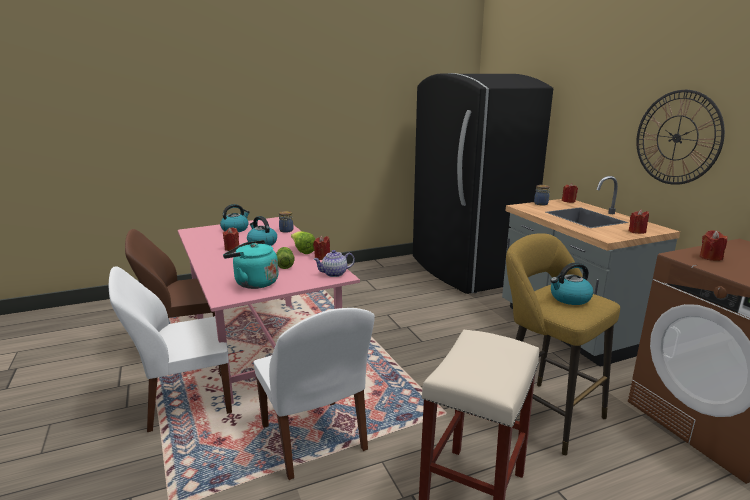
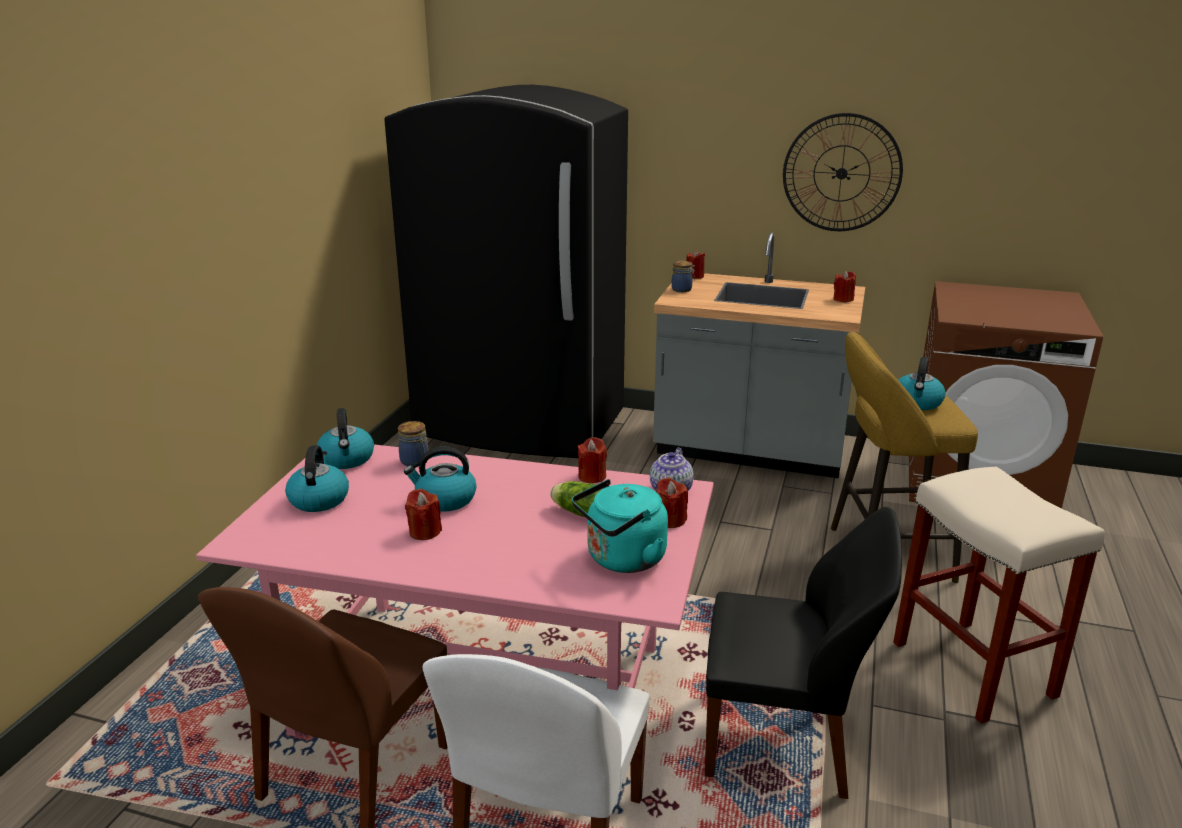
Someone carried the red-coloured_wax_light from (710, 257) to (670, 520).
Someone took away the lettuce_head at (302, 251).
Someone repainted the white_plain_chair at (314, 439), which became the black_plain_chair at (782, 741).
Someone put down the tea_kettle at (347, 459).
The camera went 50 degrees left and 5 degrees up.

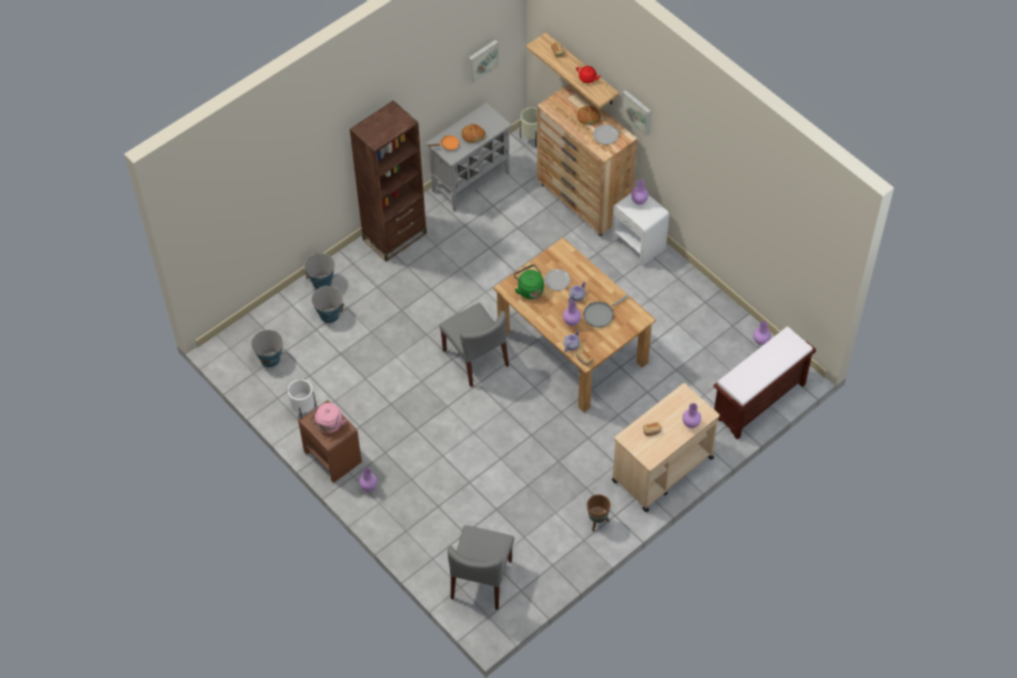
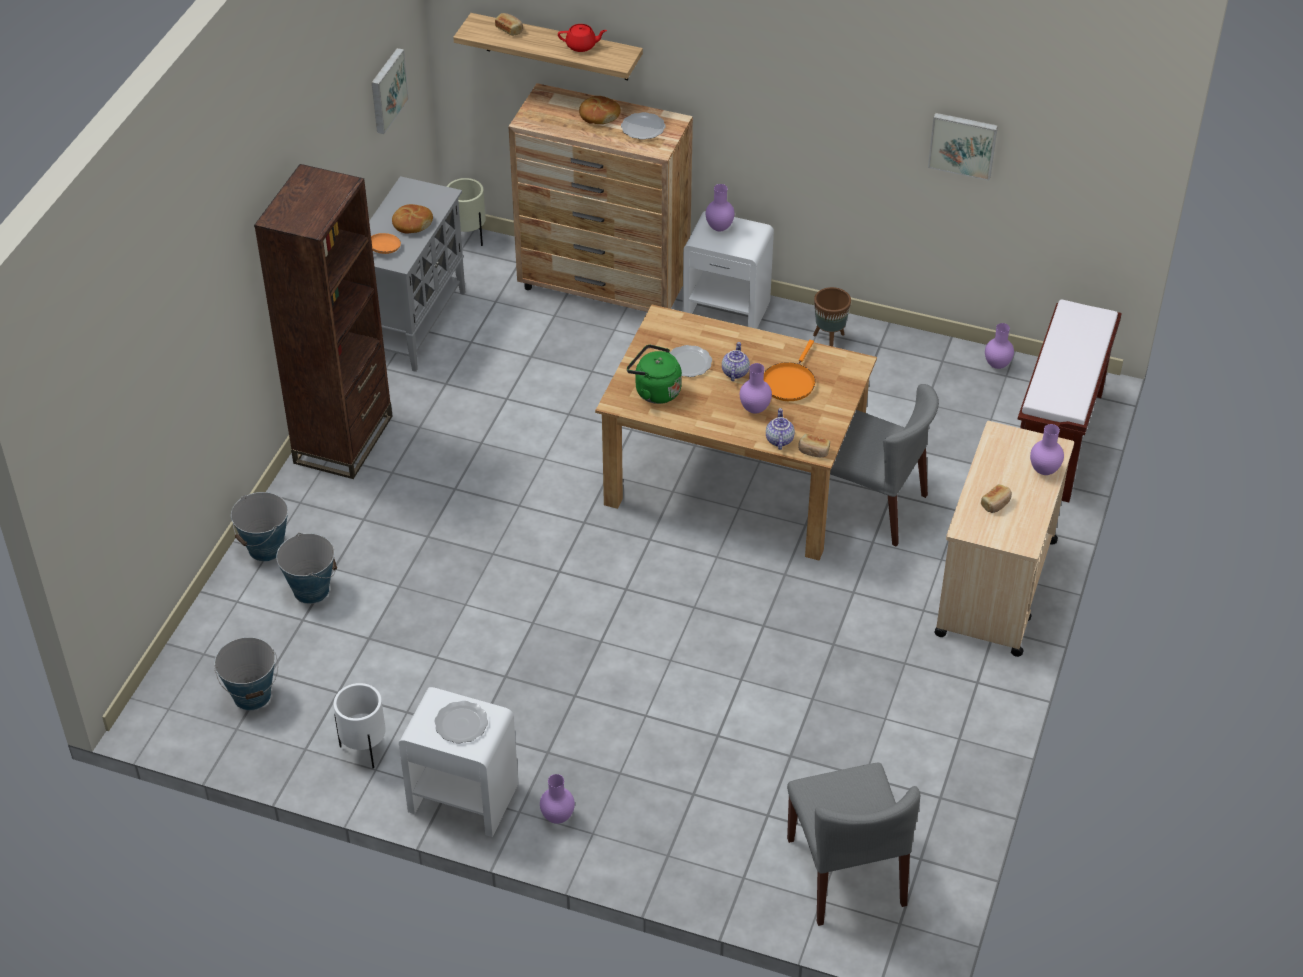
Someone carried the wall_picture from (637, 112) to (963, 144).
Someone repainted the grey_skillet at (600, 314), which became the orange_skillet at (789, 382).
Someone carried the grey_plain_chair from (476, 358) to (870, 505).
Someone repainted the brown_night_table at (332, 456), which became the white_night_table at (462, 797).
Someone swapped the pink-coloured_tea_kettle at (329, 425) for the dinner_plate at (460, 724).
Someone carried the brown_planter from (597, 522) to (829, 340).
The camera went 30 degrees left and 10 degrees down.

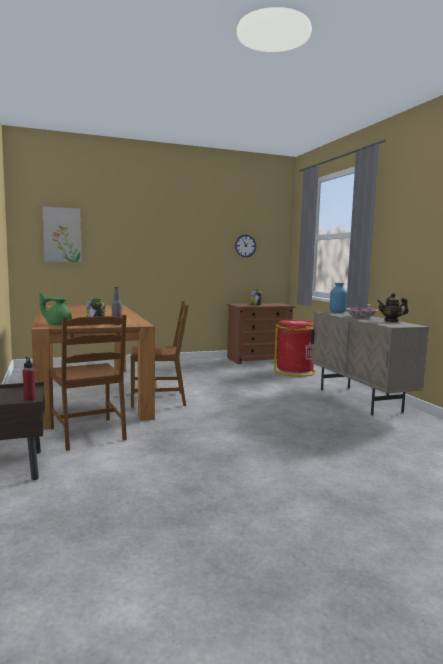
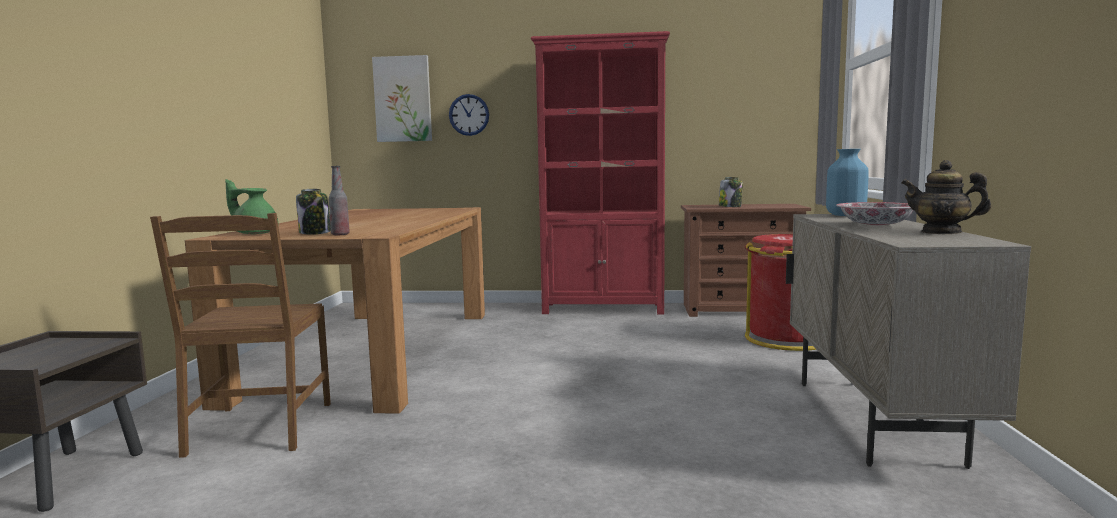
Someone carried the hanging_clock from (245, 245) to (469, 115).
Someone took away the brown_plain_chair at (158, 399).
Someone took away the red-coloured_drink_bottle at (29, 399).
Someone put down the red-coloured_bookshelf at (604, 309).
The camera went 25 degrees right and 0 degrees up.

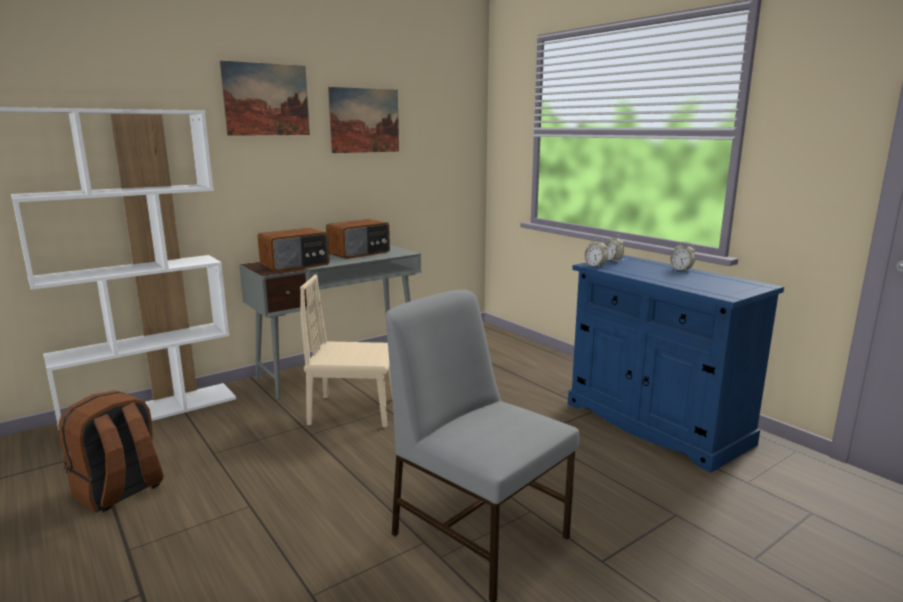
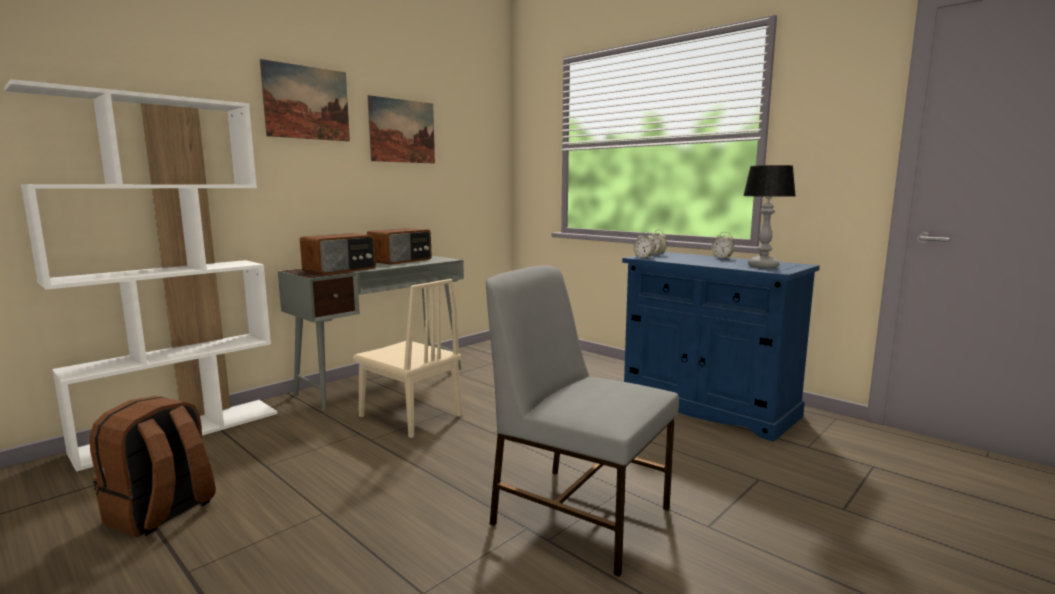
Someone rotated the beige_plain_chair at (354, 411) by 135 degrees counterclockwise.
Someone put down the lamp_for_a_table at (763, 266).
The camera went 10 degrees left and 5 degrees down.

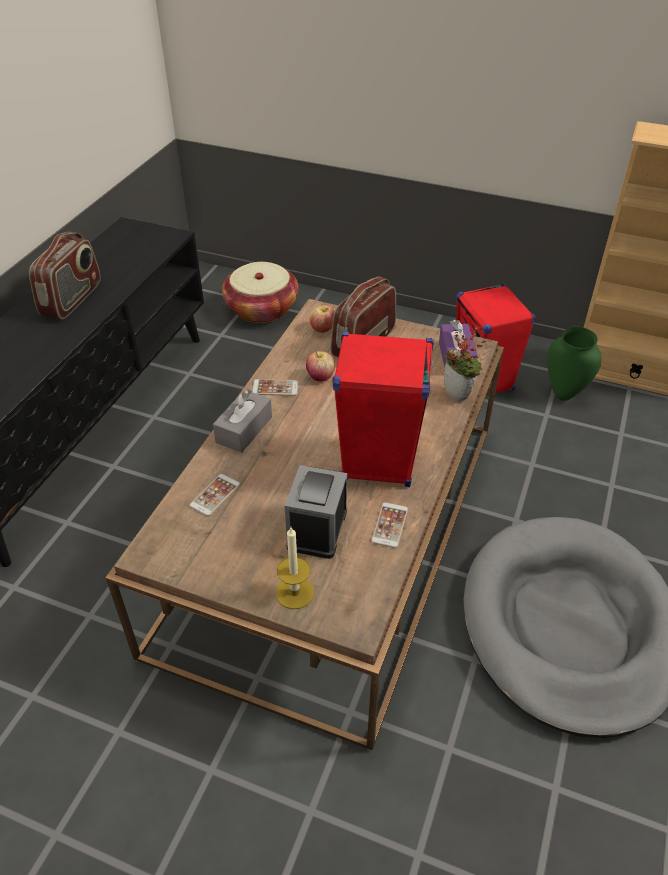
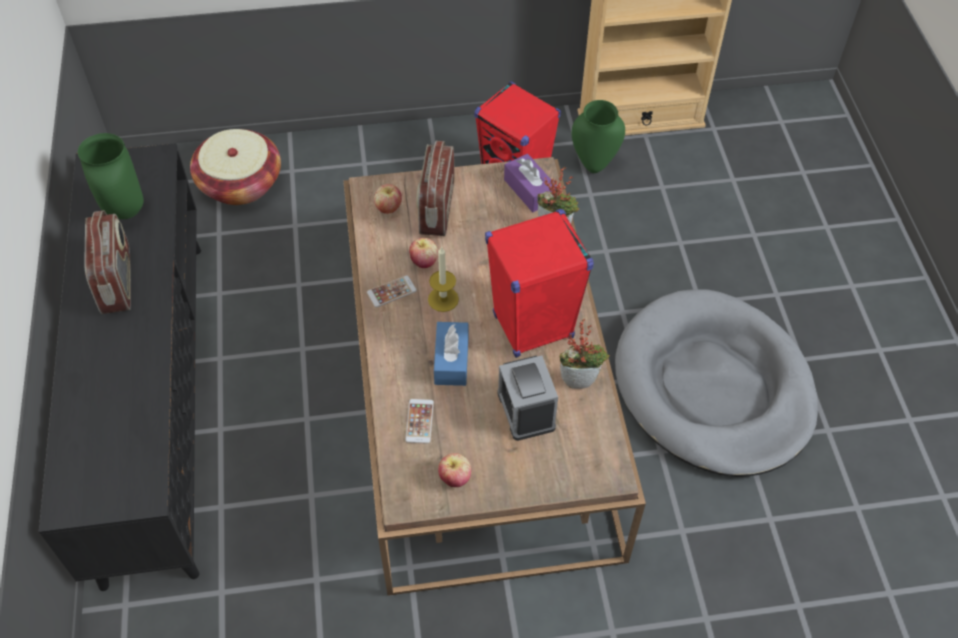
Someone took away the grey_tissue_holder at (244, 430).
Someone swapped the telephone at (389, 525) for the plant_in_a_pot at (580, 379).
Someone carried the wax_light from (294, 592) to (443, 299).
Someone put down the green-coloured_decorative_vase at (124, 212).
Someone put down the bluish_tissue_holder at (451, 360).
Someone put down the apple_fruit at (455, 478).
The camera went 30 degrees left and 10 degrees up.

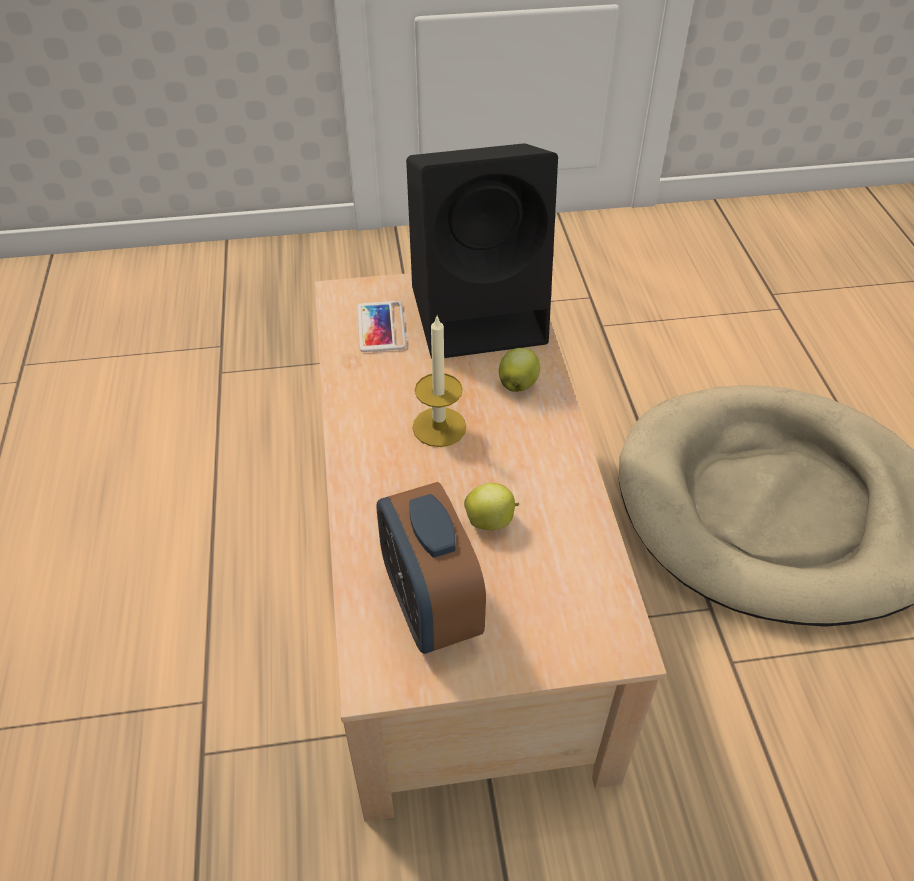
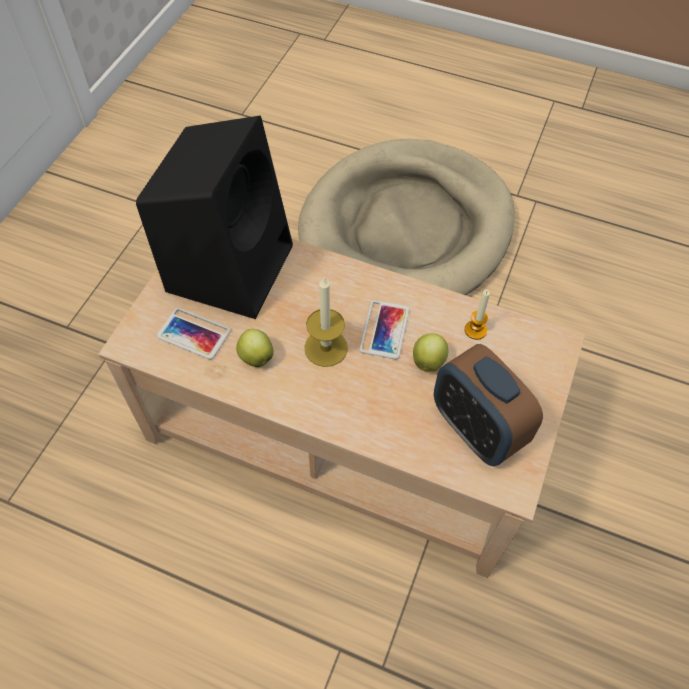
Someone carried the apple_fruit from (518, 384) to (256, 356).
Someone rotated the table_clock at (430, 606) by 45 degrees clockwise.
Someone put down the wax_light at (475, 330).
Someone put down the telephone at (384, 330).
The camera went 60 degrees left and 10 degrees up.

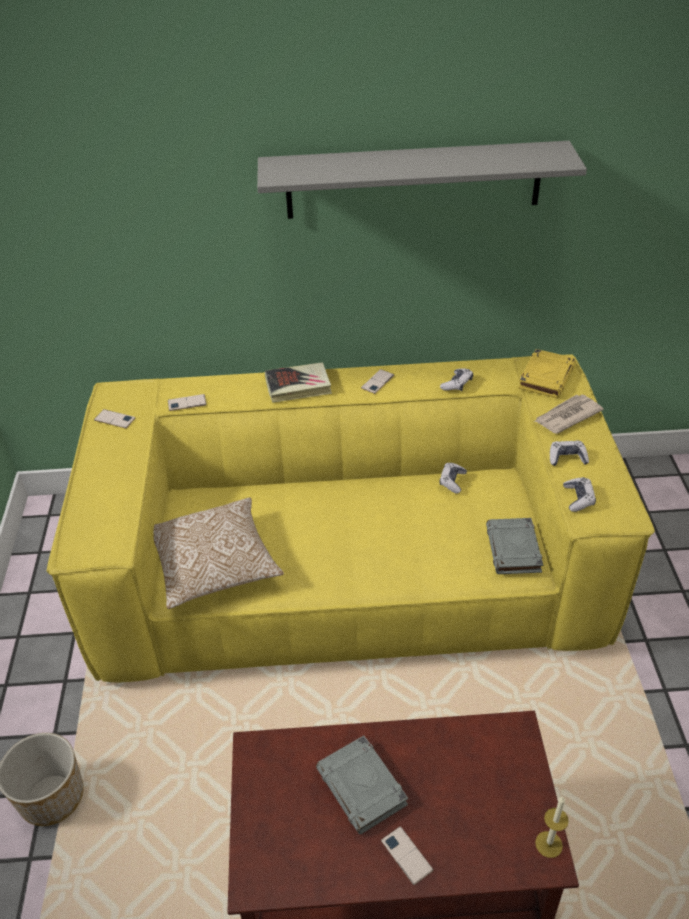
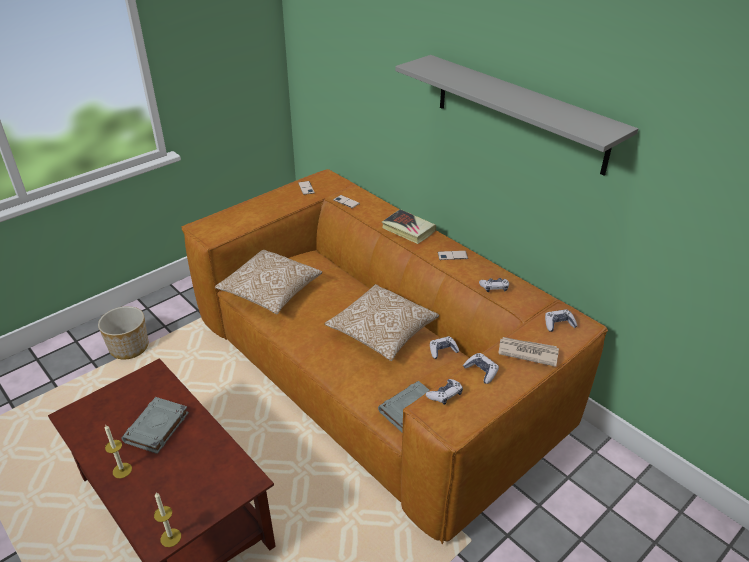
Someone swapped the yellow_book at (546, 377) for the joypad at (558, 324).
Someone repainted the yellow_settee at (349, 569), which became the brown_settee at (374, 371).
Someone swapped the telephone at (406, 855) for the wax_light at (122, 470).
Someone put down the throw_pillow at (382, 332).
The camera went 50 degrees right and 5 degrees down.

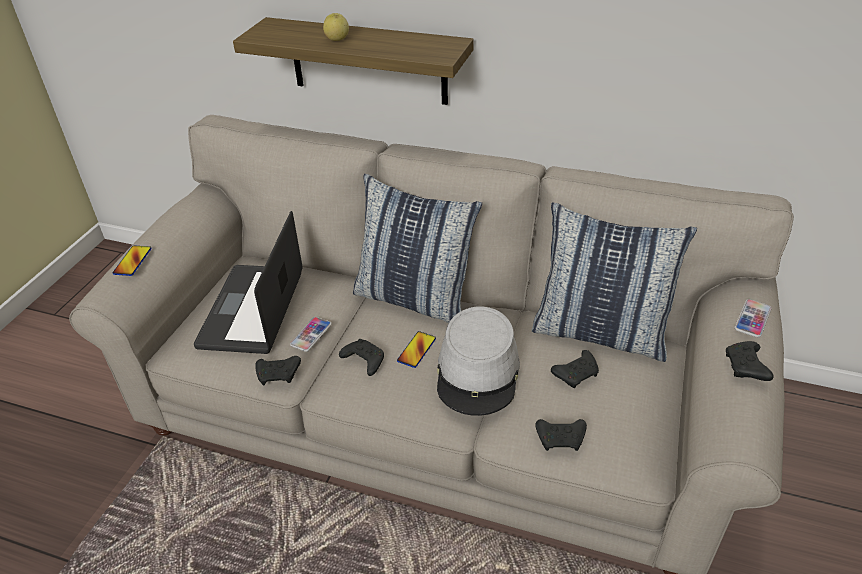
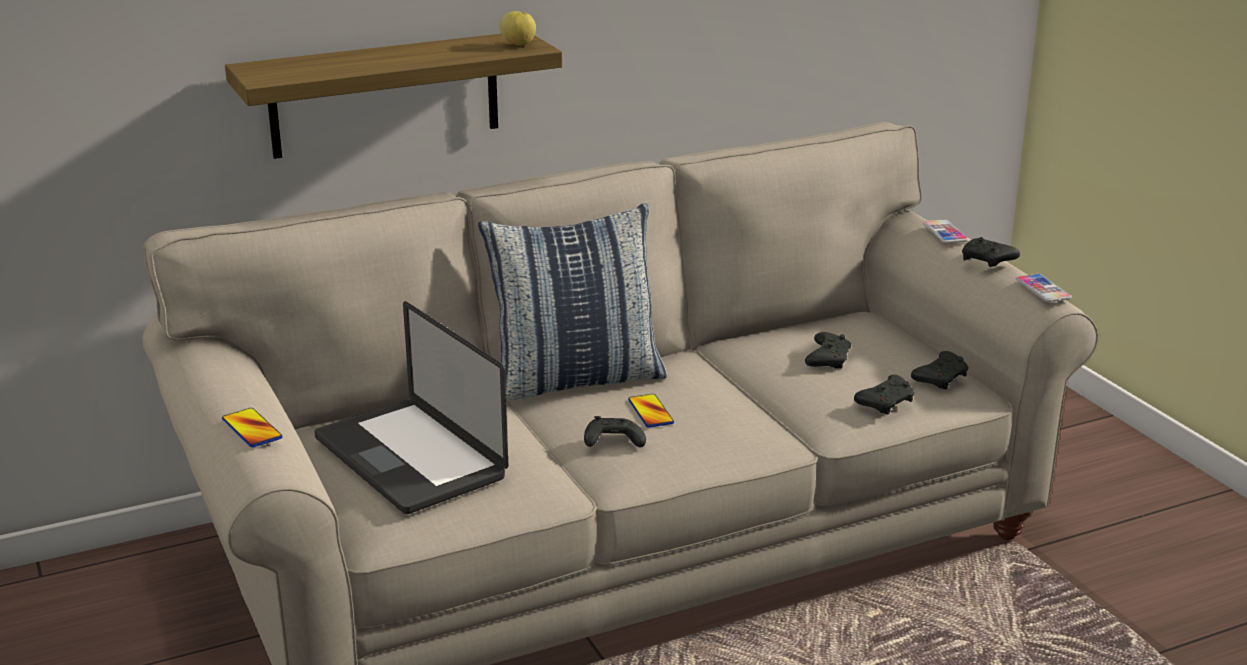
Someone carried the apple_fruit from (337, 39) to (518, 44).
Someone took away the throw_pillow at (600, 333).
Someone took away the grey_wearable_hat at (478, 372).
Someone carried the telephone from (311, 335) to (1042, 289).
Someone carried the black_joypad from (279, 375) to (941, 378).
The camera went 45 degrees left and 15 degrees down.

